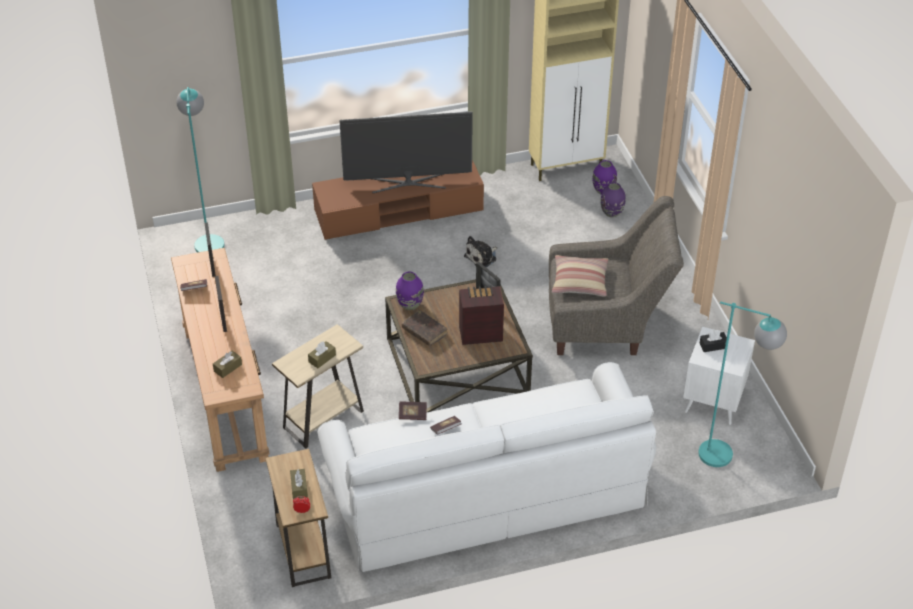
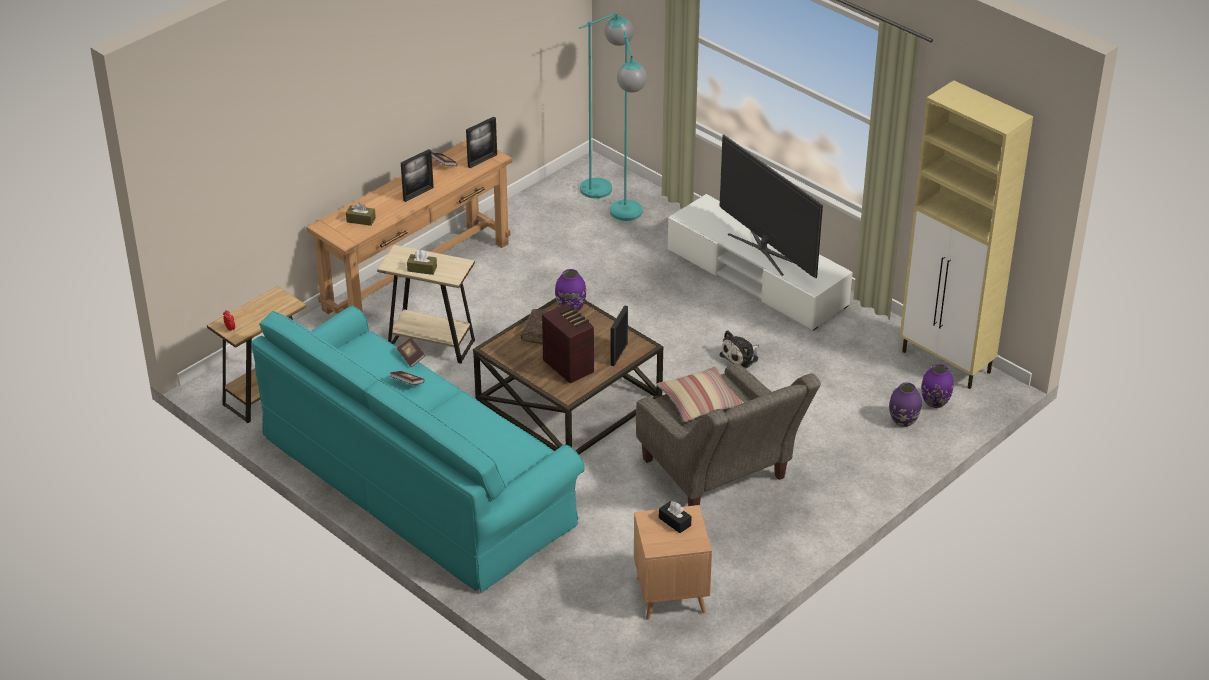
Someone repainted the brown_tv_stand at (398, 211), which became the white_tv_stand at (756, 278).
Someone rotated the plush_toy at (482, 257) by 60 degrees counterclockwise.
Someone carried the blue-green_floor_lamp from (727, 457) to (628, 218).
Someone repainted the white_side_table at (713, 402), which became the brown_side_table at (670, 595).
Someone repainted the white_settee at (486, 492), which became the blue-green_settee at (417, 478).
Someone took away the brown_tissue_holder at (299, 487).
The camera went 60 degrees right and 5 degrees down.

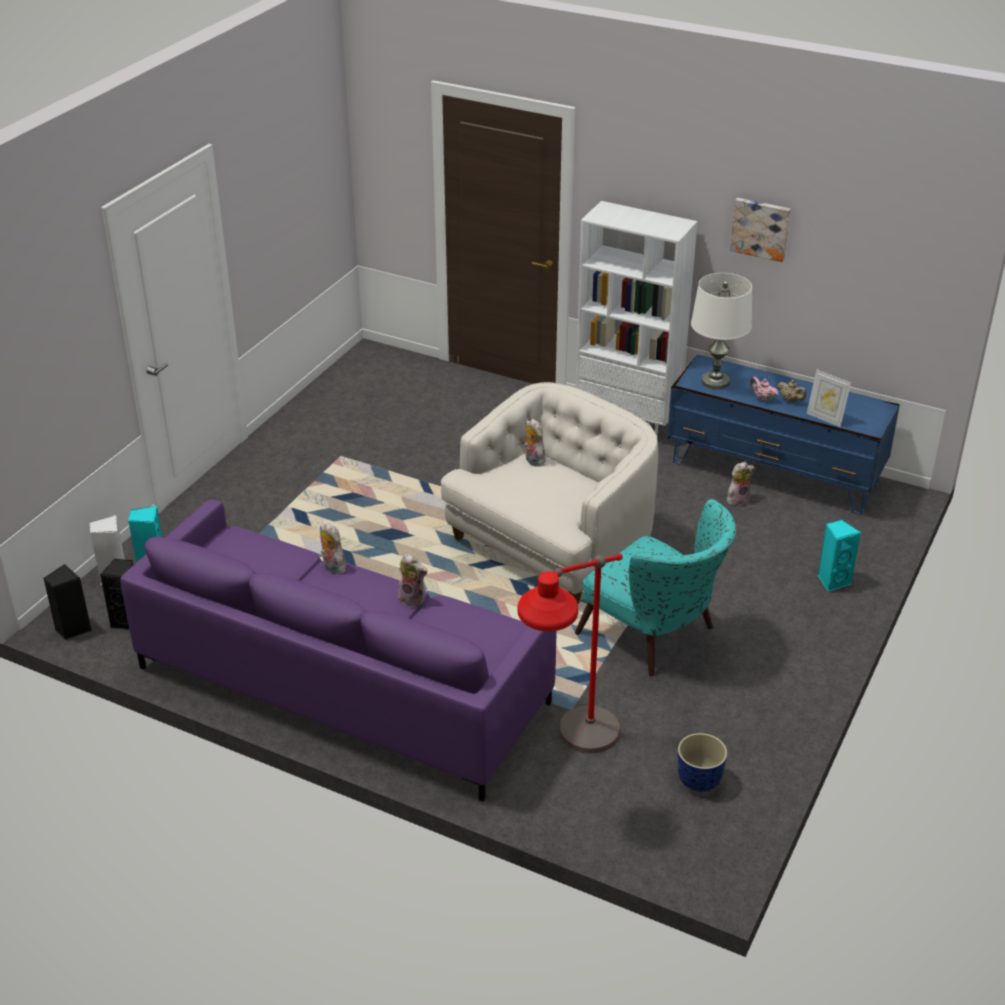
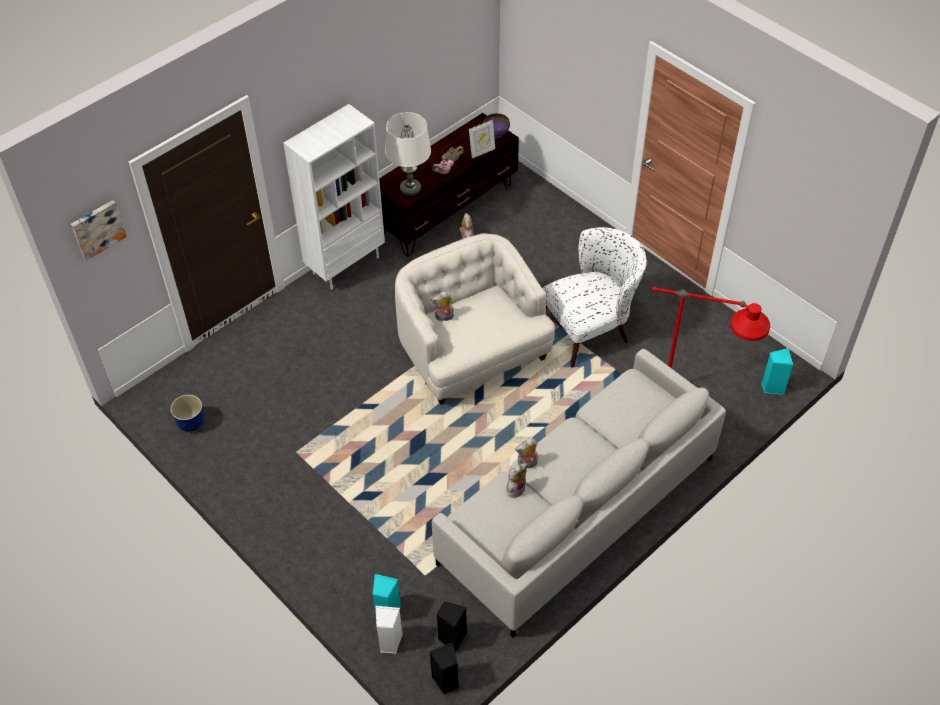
Someone carried the wall_picture from (761, 228) to (97, 228).
Someone repainted the bluish_tv_stand at (774, 473), which became the brown_tv_stand at (447, 210).
Someone repainted the purple_settee at (343, 685), which became the grey_settee at (577, 510).
Someone repainted the blue-green_easy_chair at (656, 637), which became the white_easy_chair at (591, 328).
Someone carried the blue-green_audio_speaker from (833, 581) to (772, 387).
Someone carried the plush_toy from (413, 598) to (515, 488).
Someone carried the planter from (699, 781) to (191, 423).
Someone put down the purple_bowl at (496, 134).
The camera went 70 degrees left and 15 degrees up.

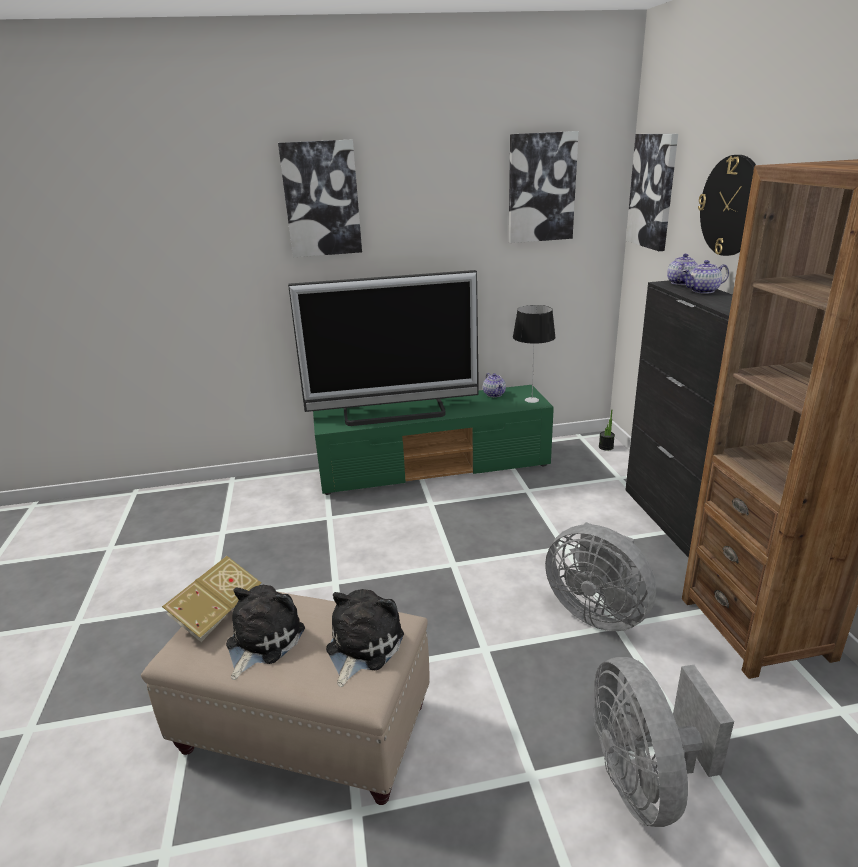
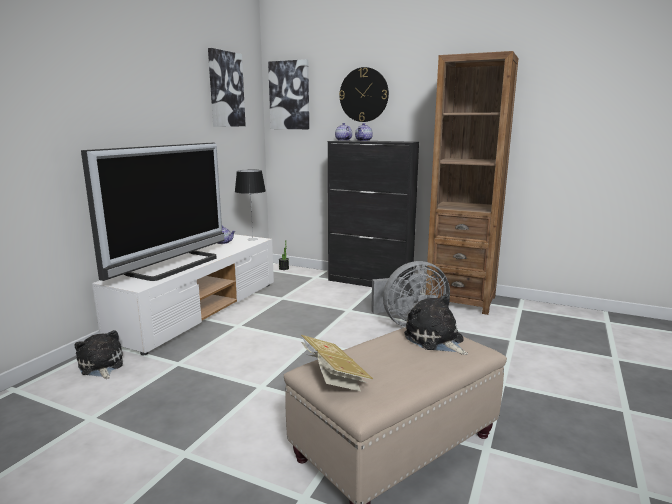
Someone took away the wall_picture at (321, 199).
Someone repainted the green-coloured_tv_stand at (435, 467), which became the white_tv_stand at (201, 310).
Someone carried the plush_toy from (262, 641) to (101, 366).
Someone took away the grey_fan at (644, 779).
The camera went 55 degrees left and 10 degrees down.

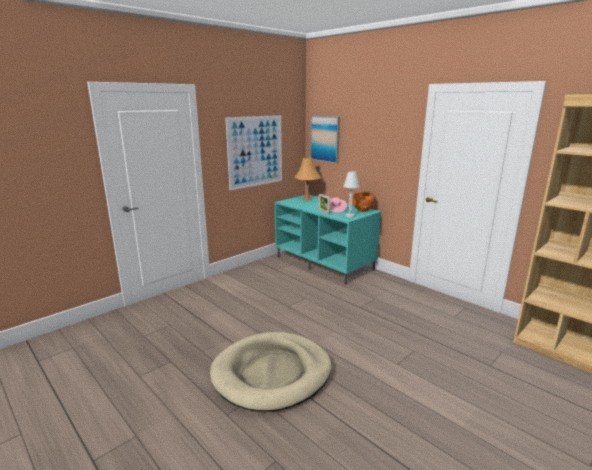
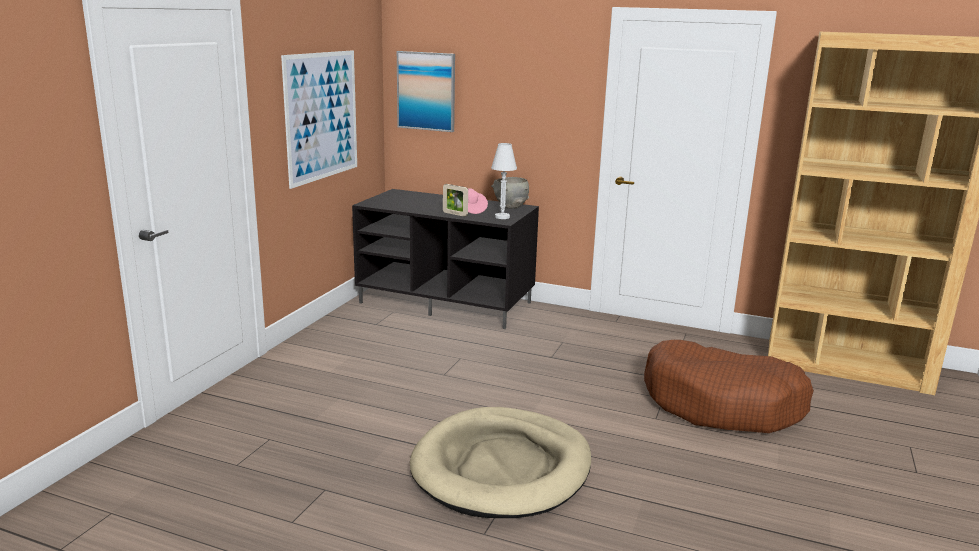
Someone took away the orange_lamp_for_a_table at (307, 199).
Someone repainted the orange_bowl at (362, 210), which became the grey_bowl at (510, 207).
Someone repainted the blue-green_tv_stand at (325, 263), which became the black_tv_stand at (447, 302).
Someone put down the brown_dog_bed at (722, 404).
The camera went 25 degrees left and 0 degrees up.

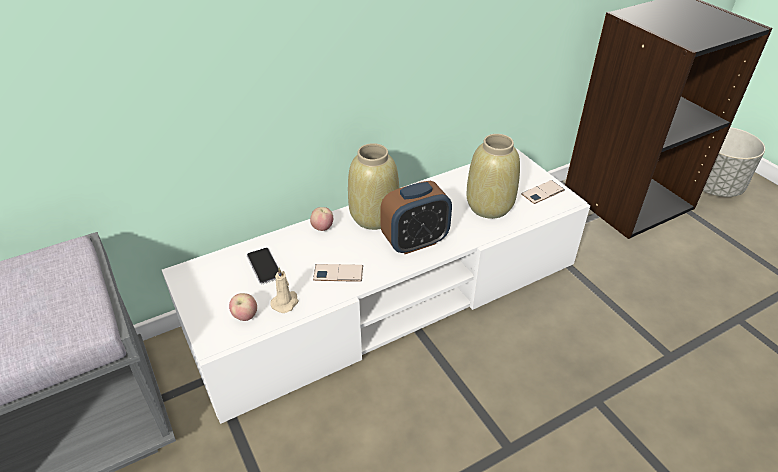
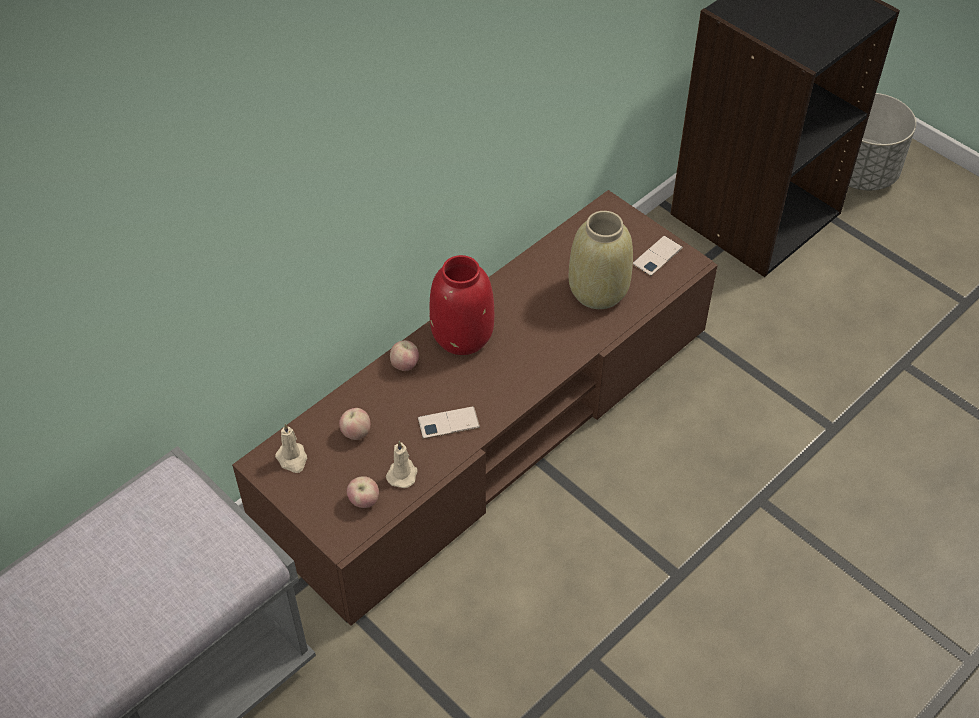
Someone repainted the beige_decorative_vase at (375, 217), which became the red-coloured_decorative_vase at (463, 335).
Someone repainted the white_tv_stand at (389, 298), which became the brown_tv_stand at (489, 426).
Someone took away the table_clock at (415, 242).
Someone swapped the telephone at (264, 266) for the apple_fruit at (356, 433).
Someone put down the beige_wax_light at (292, 459).
The camera went 15 degrees left and 10 degrees up.

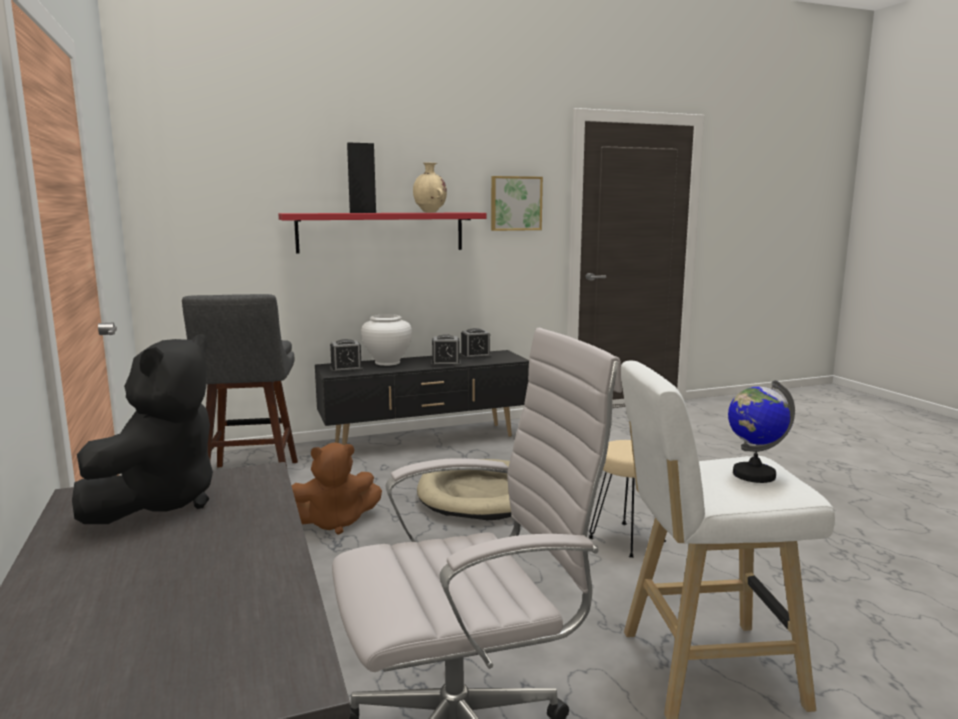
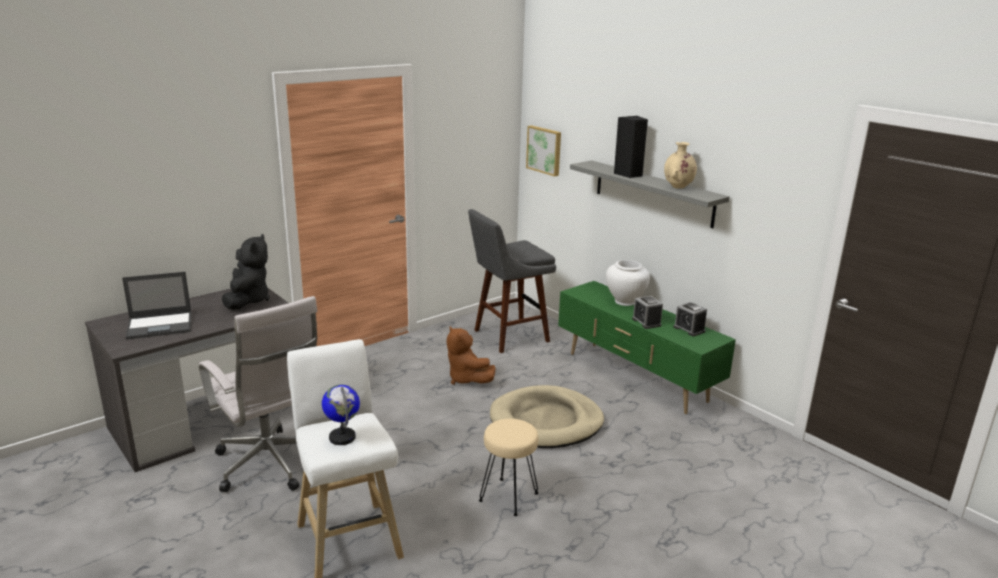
Someone carried the wall_picture from (515, 203) to (545, 150).
Someone repainted the red-coloured_wall_shelf at (381, 232), which became the grey_wall_shelf at (653, 193).
Someone rotated the black_plush_toy at (159, 502) by 90 degrees counterclockwise.
Someone took away the table_clock at (346, 369).
Someone repainted the black_tv_stand at (425, 440), which became the green-coloured_tv_stand at (635, 377).
Someone put down the portable_computer at (161, 325).
The camera went 70 degrees right and 10 degrees up.

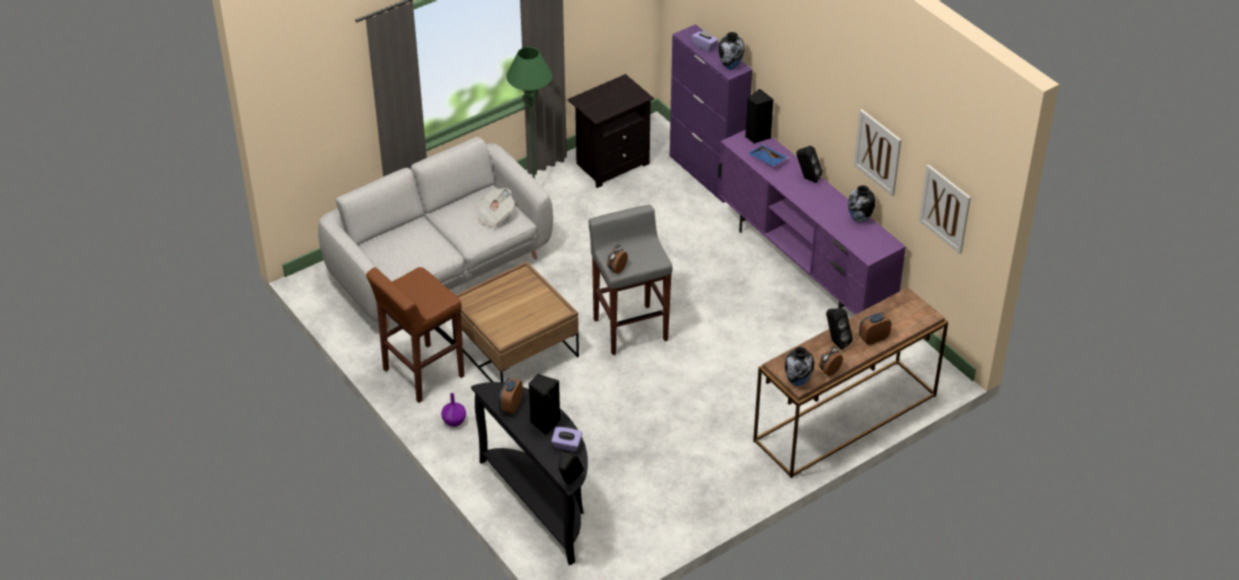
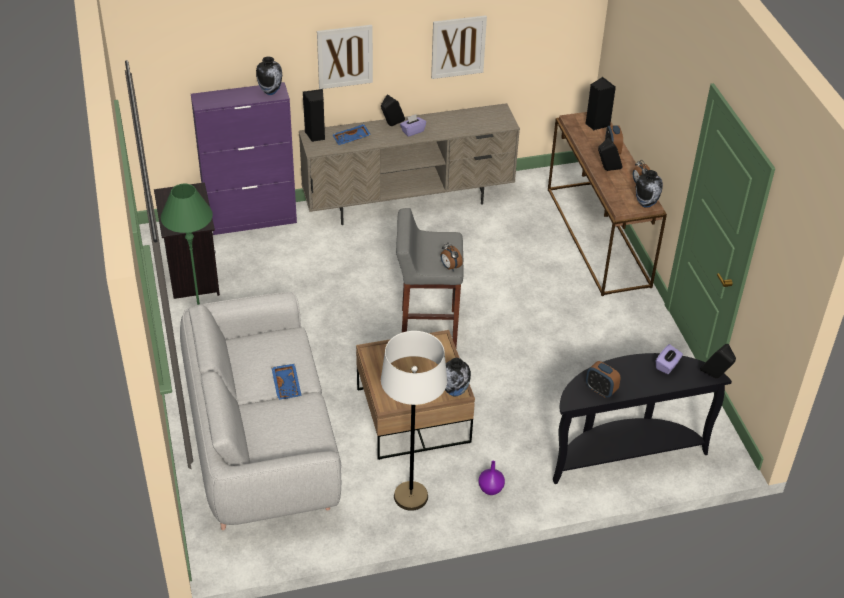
Someone carried the purple_tissue_holder from (704, 46) to (412, 131).
Someone repainted the purple_tv_stand at (804, 267), which became the beige_tv_stand at (409, 202).
Someone carried the wall_picture from (945, 208) to (345, 56).
Someone carried the decorative_vase from (859, 219) to (455, 392).
Someone took away the printed_paper at (494, 216).
Someone swapped the brown_stool_seat at (422, 374) for the white_floor_lamp at (410, 497).
Someone carried the black_audio_speaker from (544, 423) to (596, 124).
Someone put down the bluish_carrying_tray at (287, 385).
The camera went 70 degrees left and 0 degrees up.

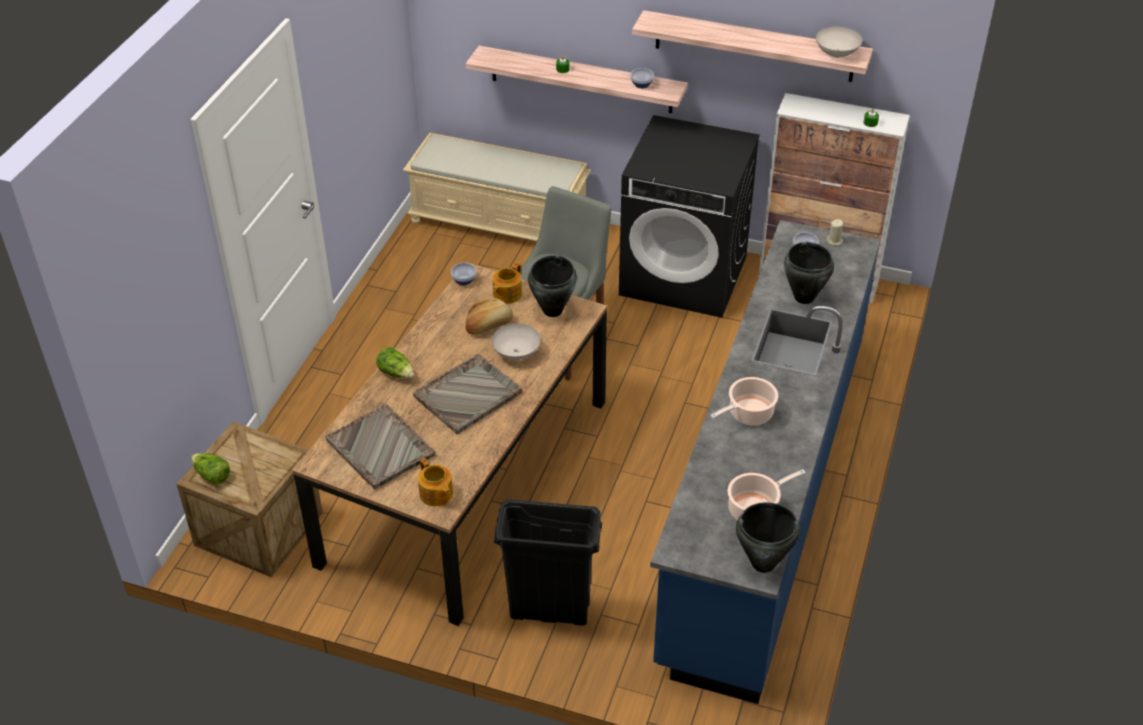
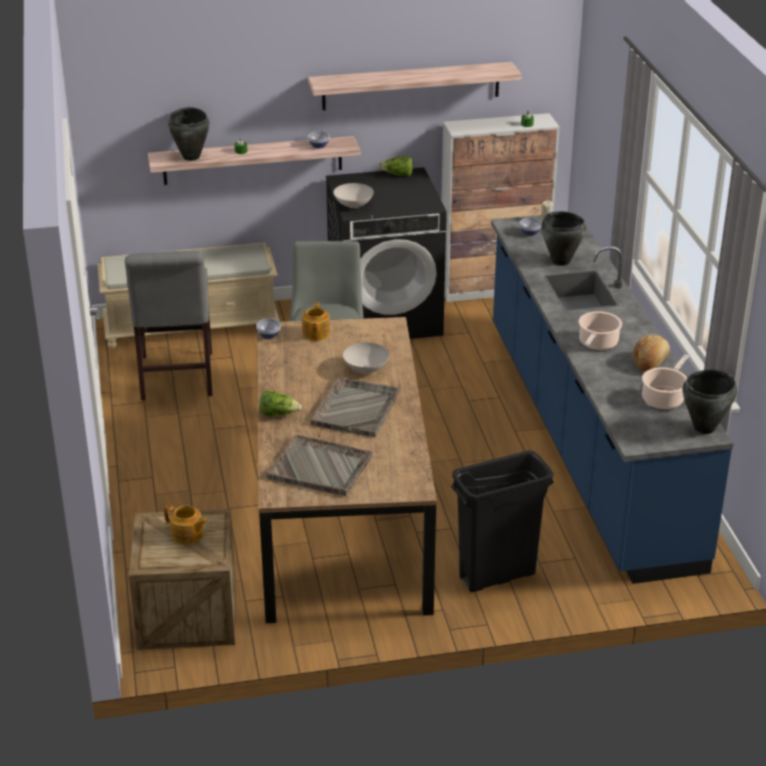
Someone carried the white_bowl from (837, 53) to (353, 205).
Someone carried the black_saucepot from (553, 310) to (191, 157).
Someone carried the baked_bread from (489, 325) to (650, 362).
Someone carried the lettuce_head from (212, 475) to (397, 175).
Someone carried the tea_pot from (436, 494) to (187, 535).
Someone put down the grey_plain_chair at (176, 379).
The camera went 30 degrees left and 10 degrees down.

